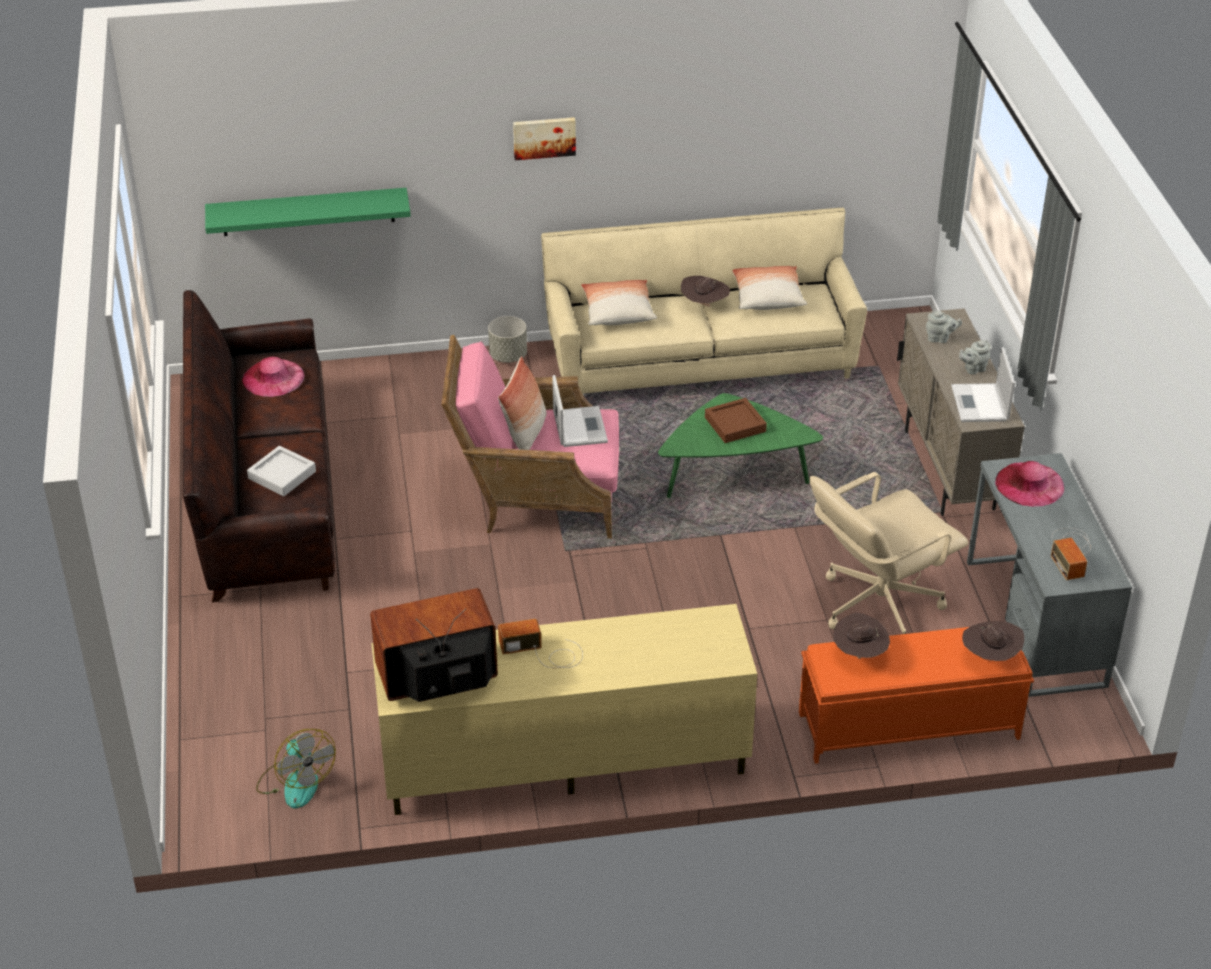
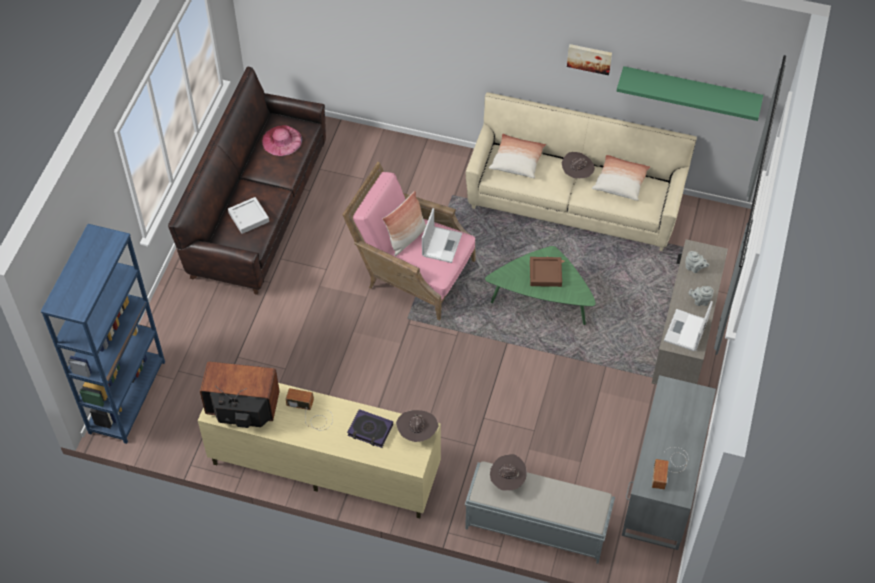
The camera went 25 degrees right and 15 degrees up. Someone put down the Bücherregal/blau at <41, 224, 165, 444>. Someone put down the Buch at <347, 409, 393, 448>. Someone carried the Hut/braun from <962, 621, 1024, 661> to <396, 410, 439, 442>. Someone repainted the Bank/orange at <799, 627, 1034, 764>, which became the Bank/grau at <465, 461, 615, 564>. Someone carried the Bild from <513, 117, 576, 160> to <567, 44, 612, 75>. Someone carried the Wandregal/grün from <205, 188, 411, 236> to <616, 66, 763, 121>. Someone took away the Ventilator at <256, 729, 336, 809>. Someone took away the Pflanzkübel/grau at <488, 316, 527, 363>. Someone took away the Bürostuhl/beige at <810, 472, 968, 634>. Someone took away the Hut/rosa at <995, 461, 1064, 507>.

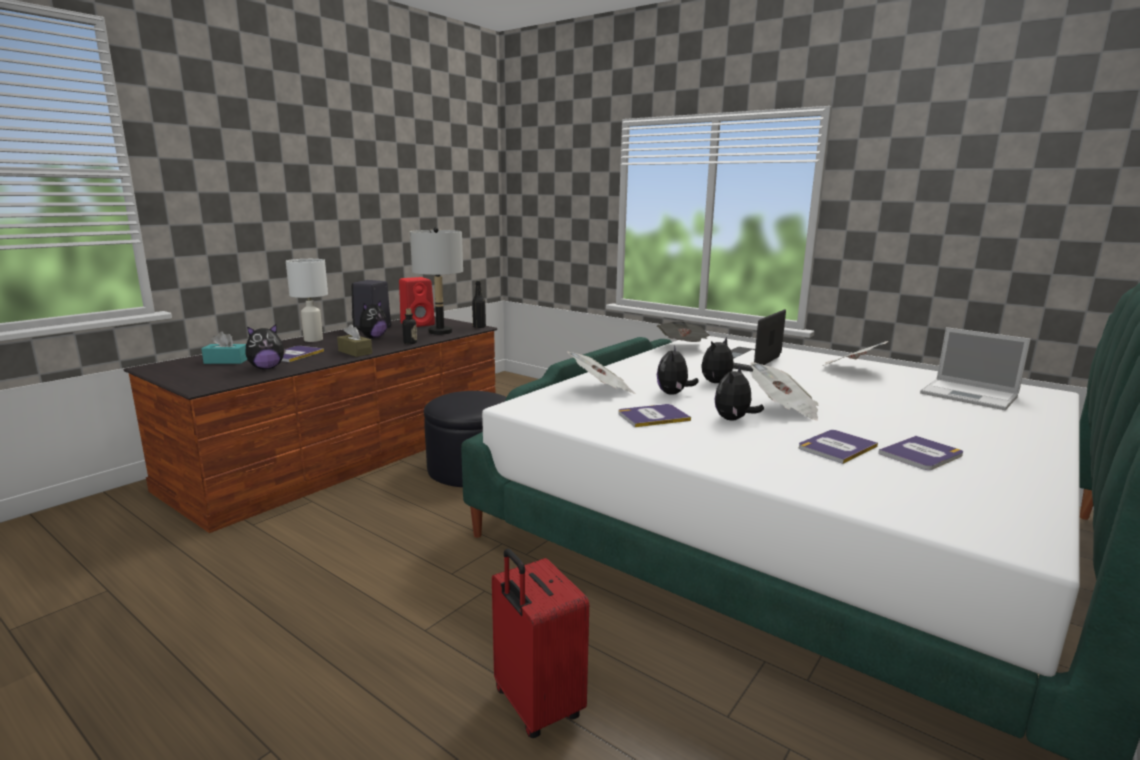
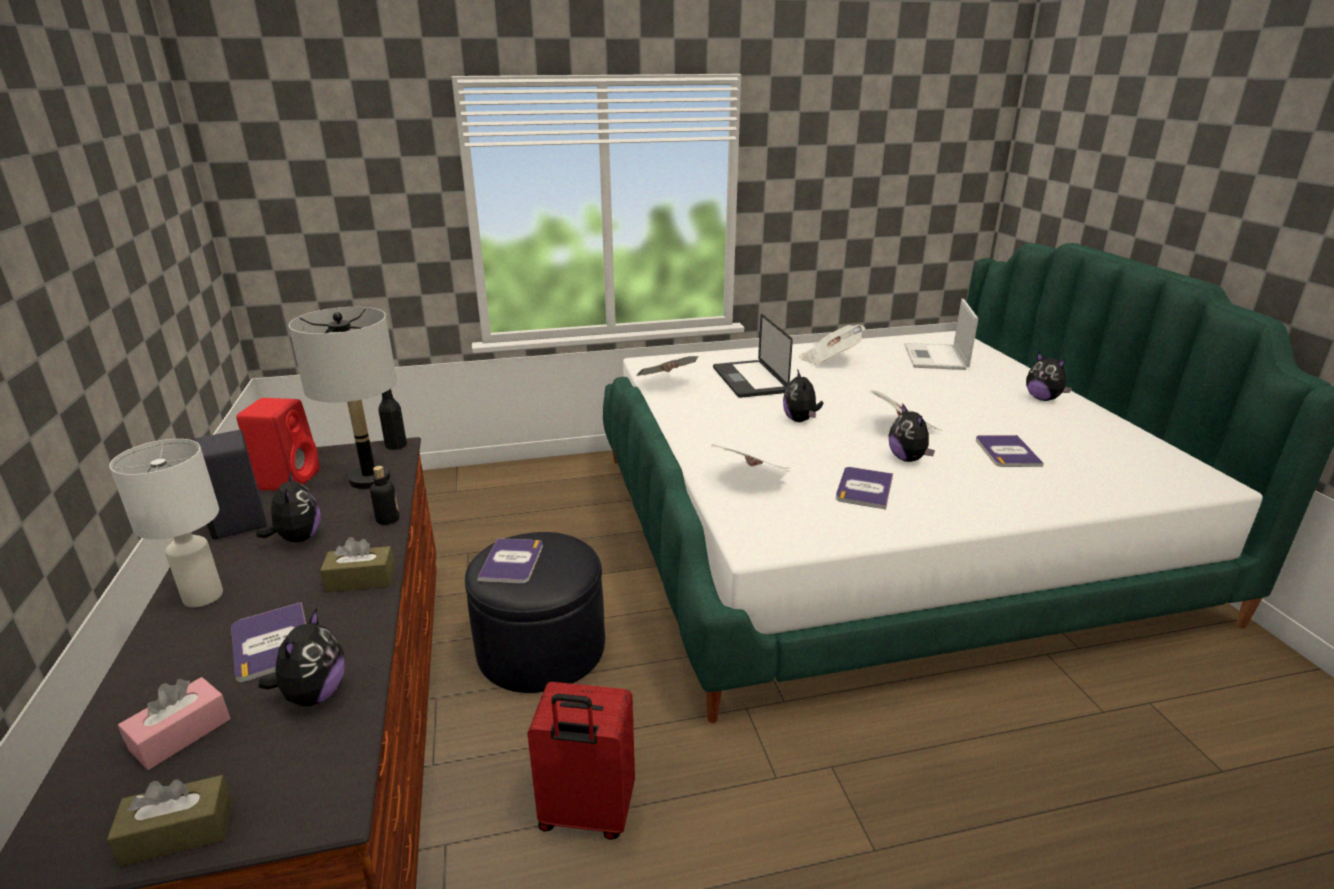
The camera went 50 degrees left and 10 degrees up. Someone put down the Taschentuchbox/braun at <107, 775, 233, 867>. Someone repainted the Taschentuchbox/türkis at <202, 331, 247, 364>, which became the Taschentuchbox/rosa at <118, 677, 231, 770>. Someone carried the Buch from <878, 436, 963, 470> to <477, 538, 543, 584>. Someone carried the Koffer/rot from <492, 548, 589, 738> to <527, 682, 635, 840>. Someone rotated the Laptop at <920, 327, 1031, 410> by 105 degrees clockwise. Someone carried the Plüschtier from <657, 345, 699, 395> to <1026, 352, 1072, 401>.

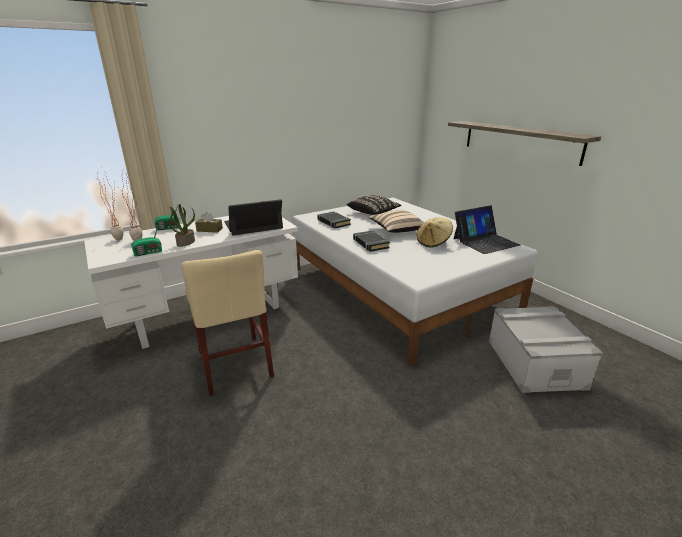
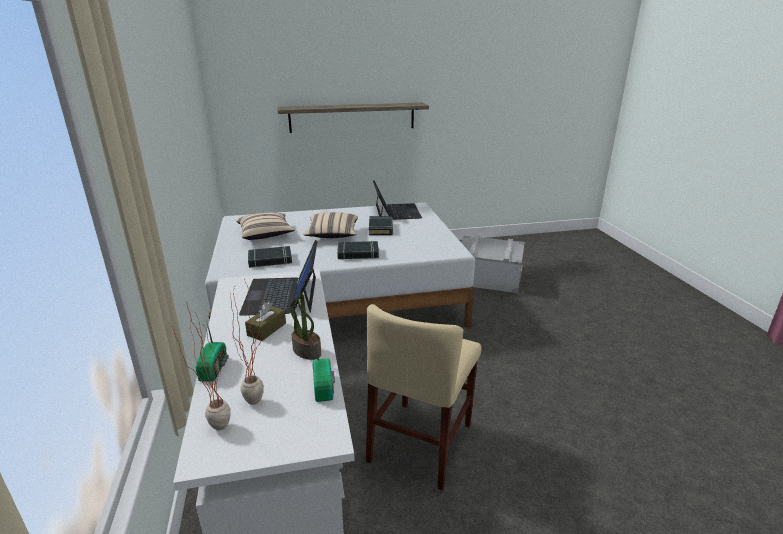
The camera went 70 degrees left and 0 degrees up. Someone repainted the Kissen/schwarz at <347, 195, 401, 215>, which became the Kissen/beige at <236, 212, 295, 240>. Someone rotated the Stuhl/beige at <181, 250, 274, 396> by 120 degrees clockwise. Someone swapped the Hut/beige at <417, 217, 453, 248> for the Buch/schwarz at <369, 216, 393, 235>.

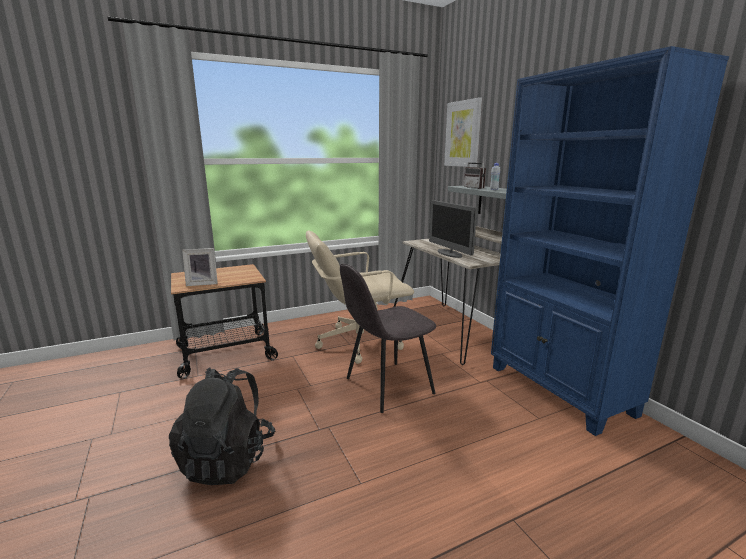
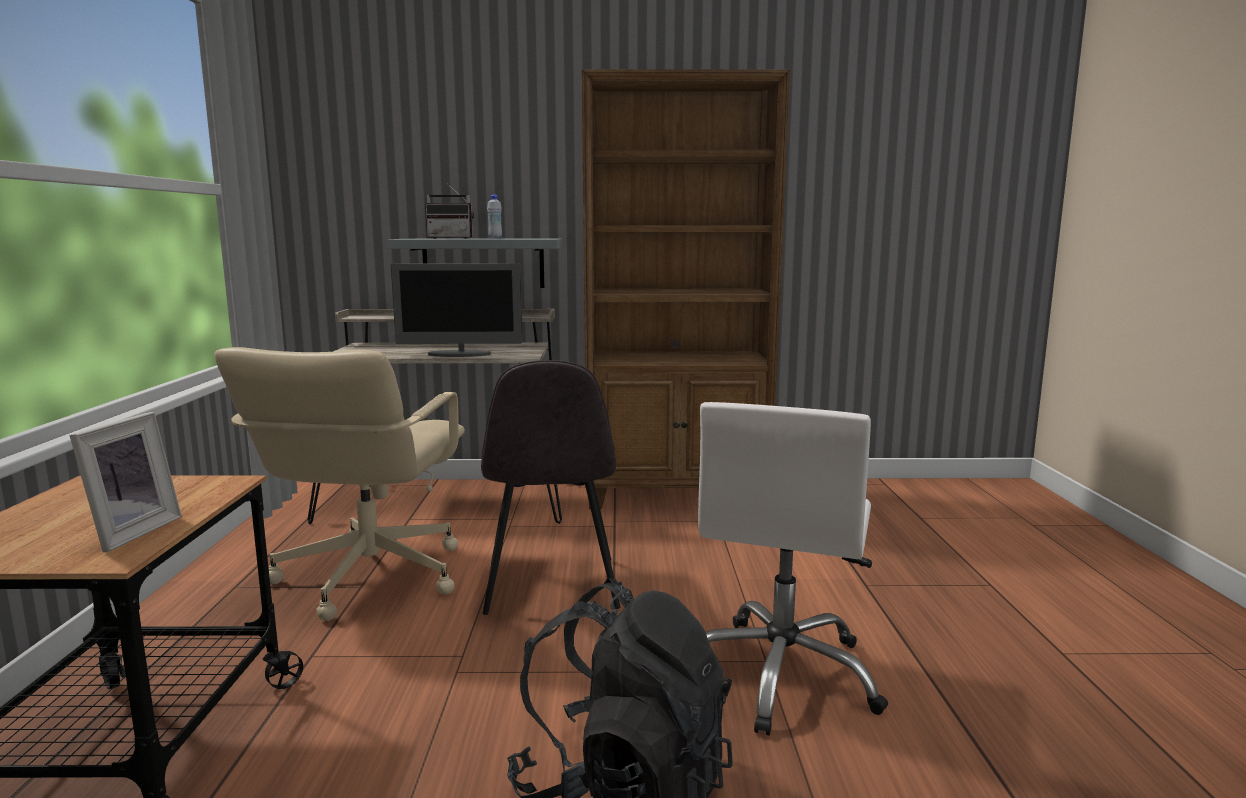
The camera went 65 degrees left and 5 degrees down. Someone repainted the Bücherregal/blau at <491, 46, 729, 436>, which became the Bücherregal/braun at <582, 69, 790, 509>. Someone put down the Bürostuhl/weiß at <698, 402, 888, 735>. Someone took away the Bild at <444, 97, 482, 167>.

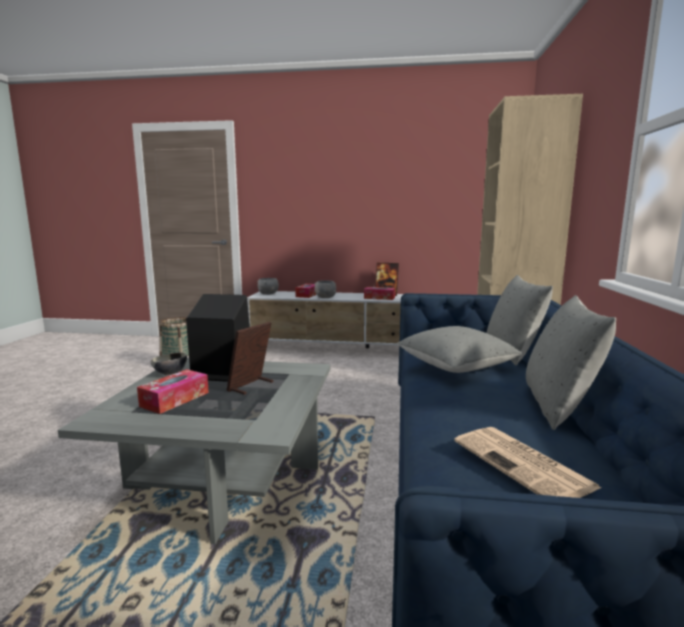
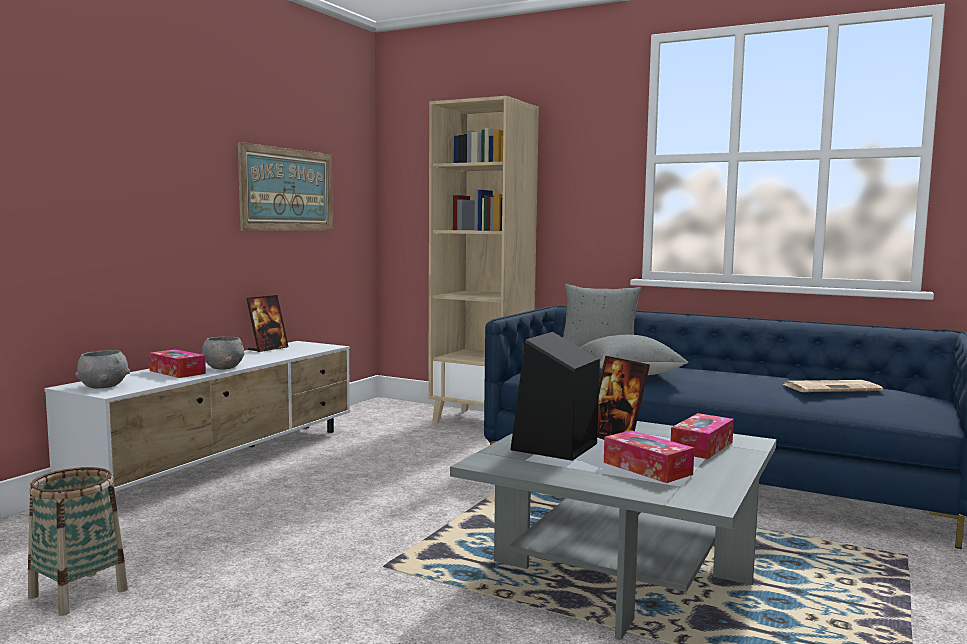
The camera went 70 degrees left and 5 degrees down. Someone put up the Bild at <238, 142, 333, 231>. Someone carried the Taschentuchbox from <364, 287, 395, 300> to <671, 413, 734, 459>. Someone took away the Schüssel at <150, 352, 187, 375>. Someone took away the Kissen/grau at <526, 295, 616, 430>.

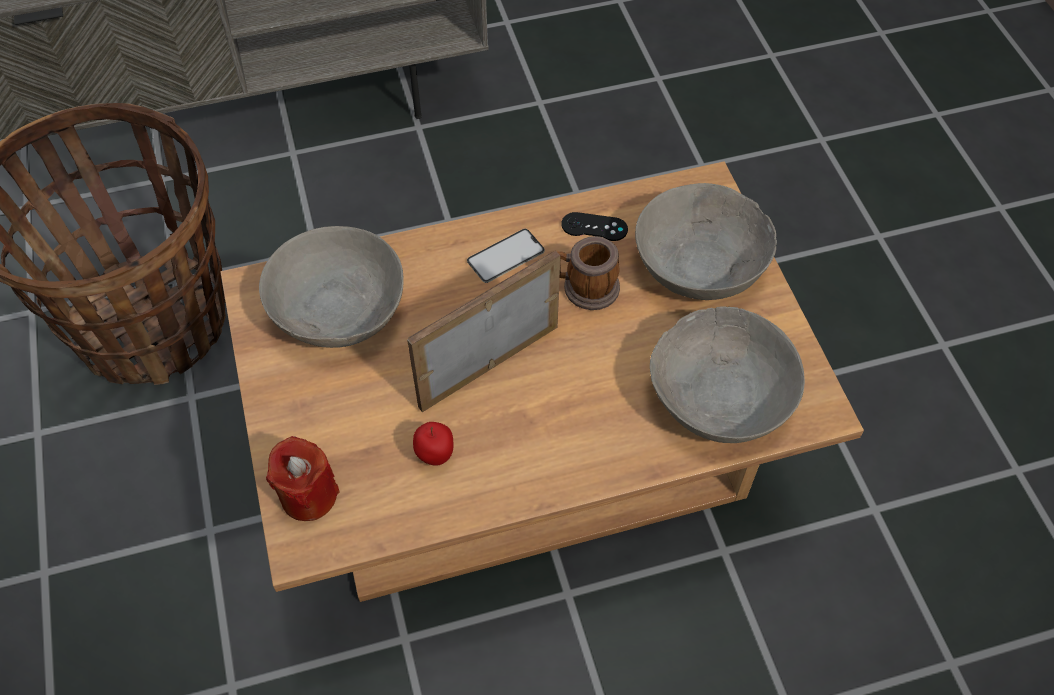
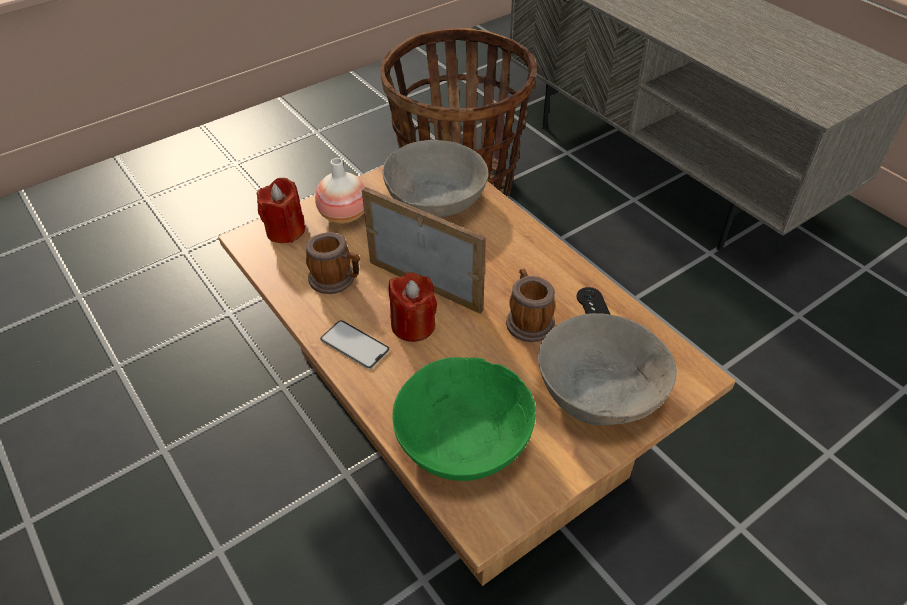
The camera went 70 degrees right and 10 degrees down. Someone swapped the Apfel at <413, 422, 453, 466> for the Henkelbecher at <306, 232, 360, 294>. Someone put down the Vase at <315, 158, 365, 224>. Someone carried the Handy from <467, 229, 545, 283> to <320, 320, 390, 369>. Someone put down the Kerze/rot at <389, 272, 437, 342>. Someone repainted the Schüssel/grau at <650, 306, 805, 443>, which became the Schüssel/grün at <392, 357, 536, 481>.

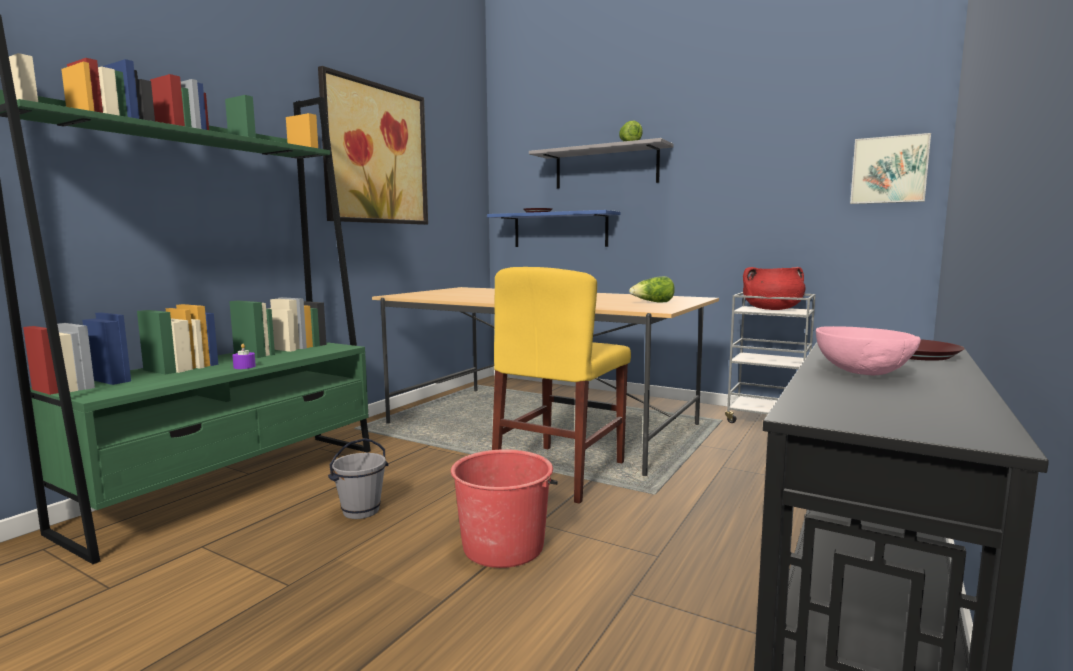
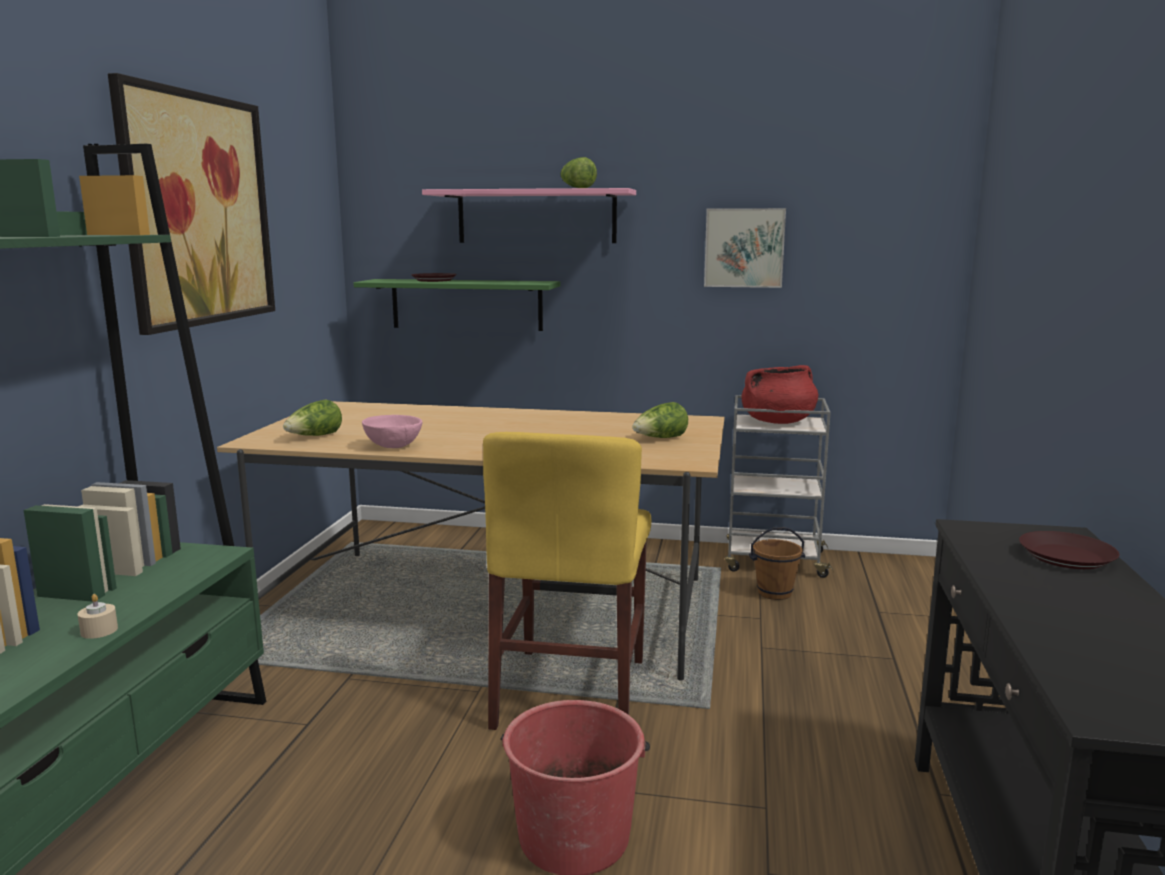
The camera went 20 degrees left and 5 degrees up. Someone repainted the Kerze/lila at <232, 343, 256, 369>, which became the Kerze/beige at <77, 594, 118, 639>. Someone put down the Salatkopf at <283, 399, 342, 436>. Someone repainted the Wandregal/blau at <487, 210, 621, 247>, which became the Wandregal/grün at <354, 279, 561, 331>. Someone carried the Schüssel/rosa from <816, 326, 921, 375> to <362, 415, 423, 448>. Someone repainted the Wandregal/grau at <529, 138, 674, 189>, which became the Wandregal/rosa at <422, 188, 636, 243>. Someone carried the Bild from <850, 133, 931, 204> to <704, 208, 786, 288>. Someone put down the Eimer/braun at <749, 527, 806, 600>. Someone took away the Eimer/grau at <328, 438, 389, 519>.

